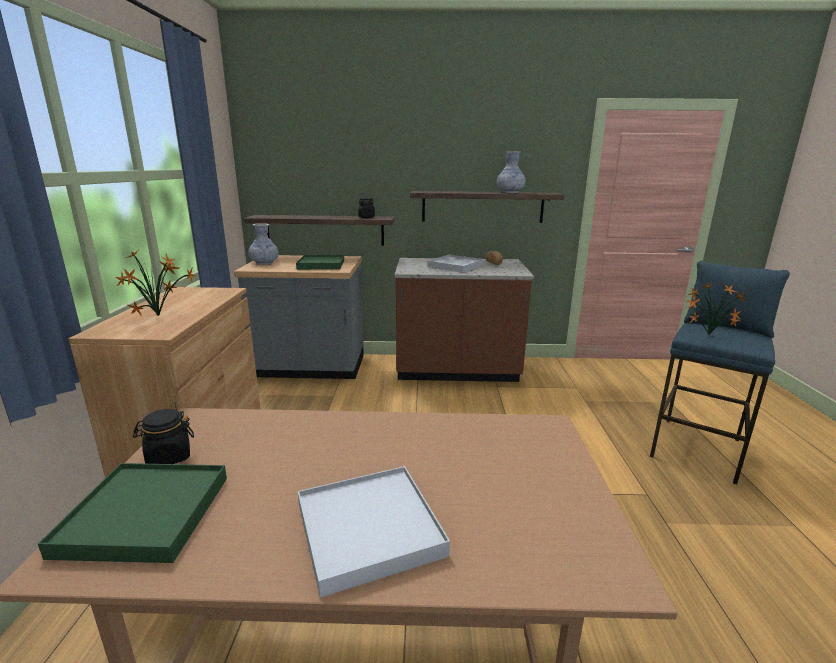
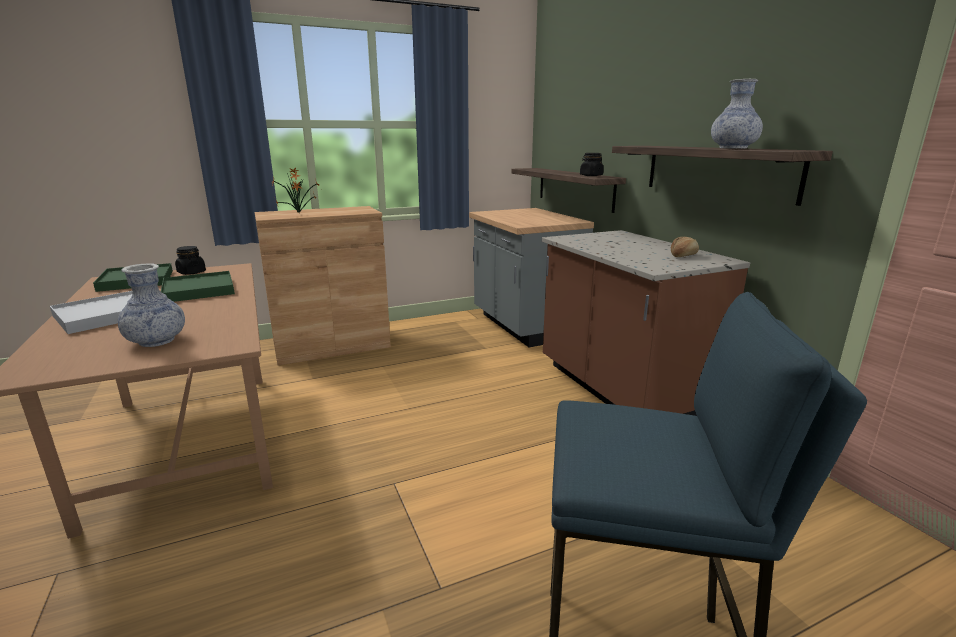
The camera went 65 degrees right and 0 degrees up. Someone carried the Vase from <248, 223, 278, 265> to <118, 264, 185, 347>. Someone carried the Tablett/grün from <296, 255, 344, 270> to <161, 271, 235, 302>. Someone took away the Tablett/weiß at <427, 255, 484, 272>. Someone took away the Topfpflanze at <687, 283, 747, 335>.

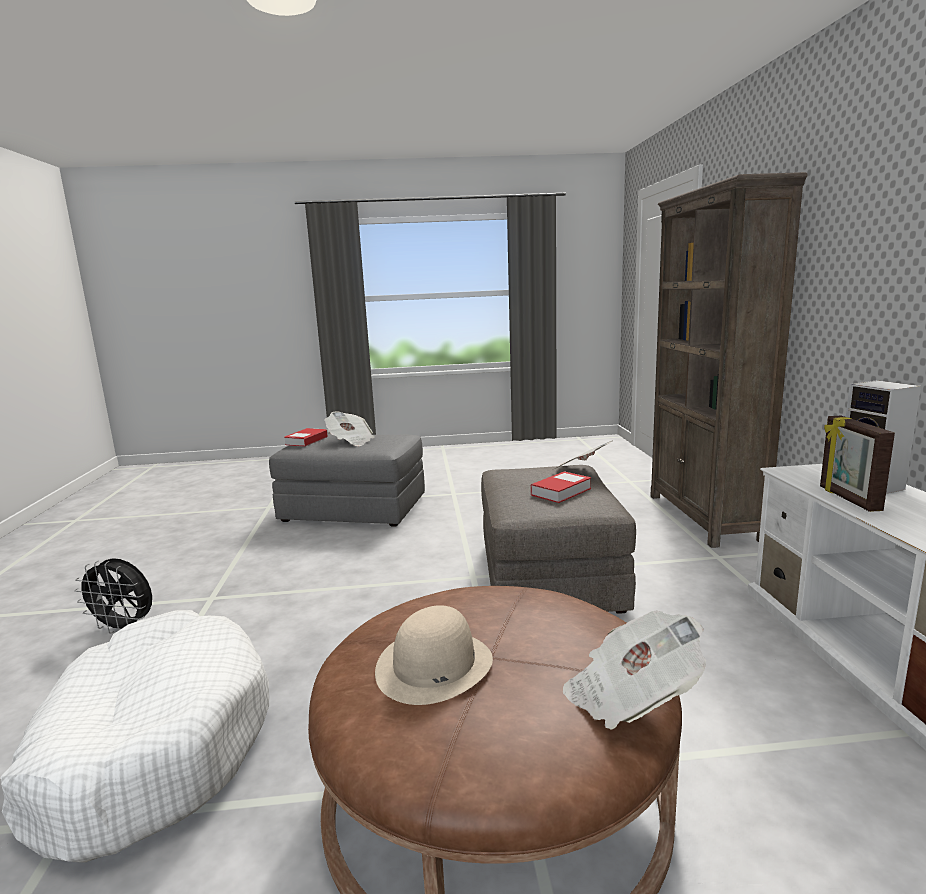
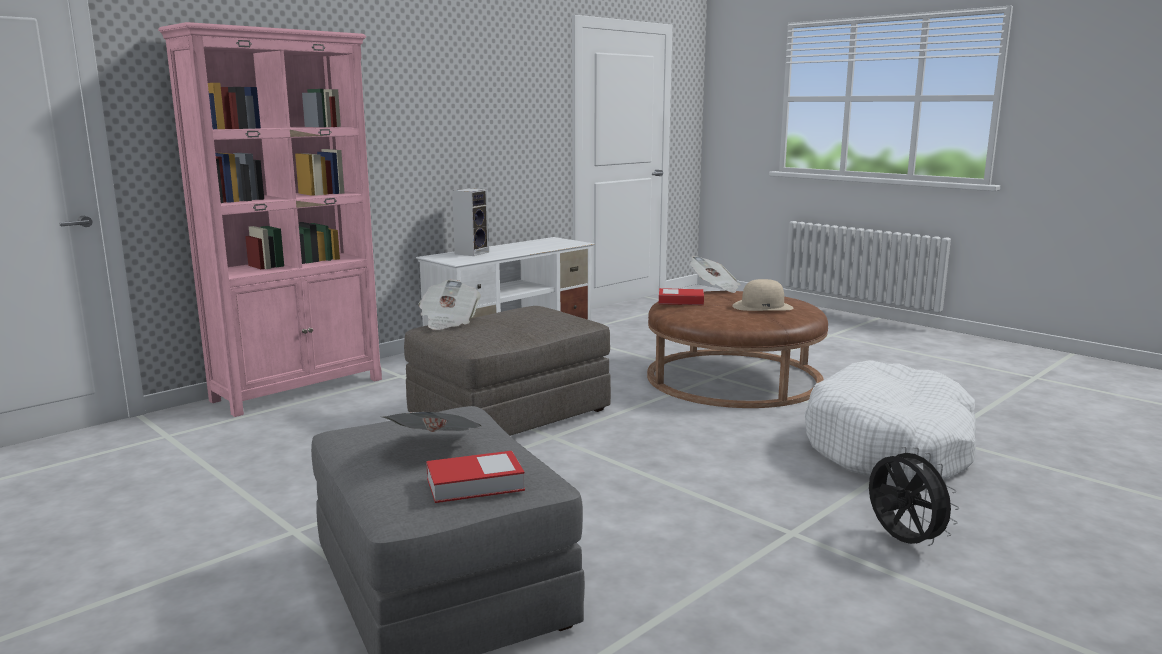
The camera went 130 degrees left and 0 degrees up. Someone repainted the Bücherregal/braun at <650, 172, 808, 548>, which became the Bücherregal/rosa at <158, 22, 382, 417>. Someone carried the Buch from <531, 471, 591, 503> to <659, 288, 704, 305>. Someone took away the Bilderrahmen at <820, 416, 895, 512>.

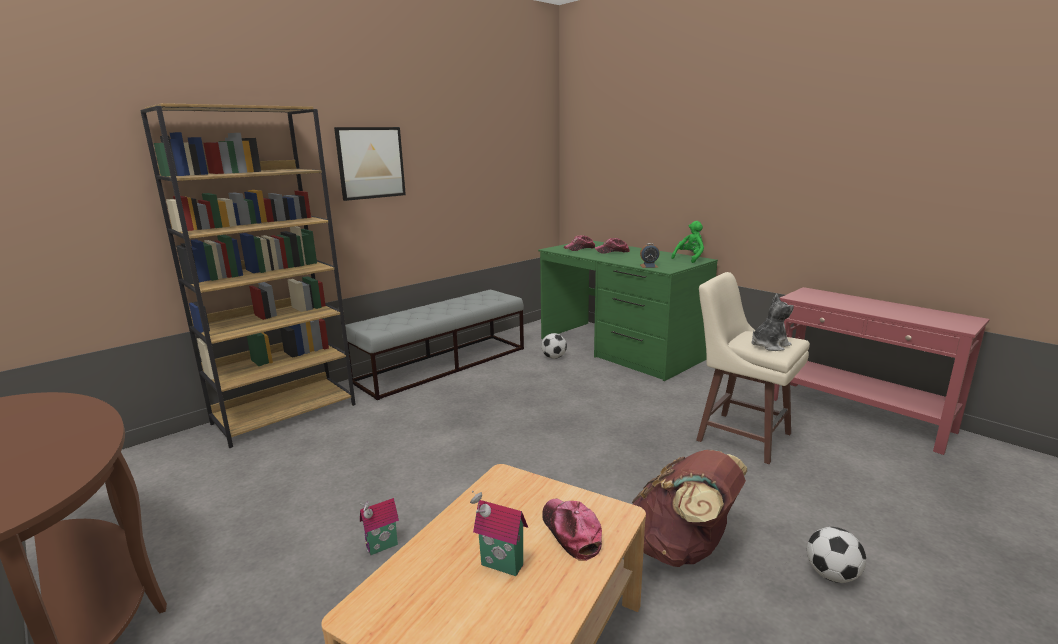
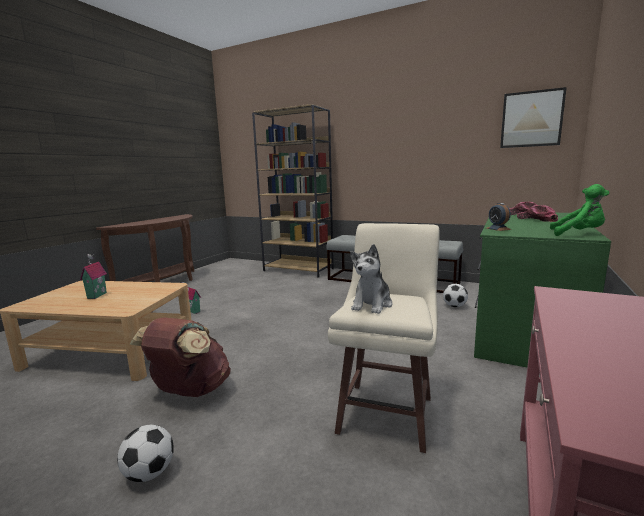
The camera went 70 degrees right and 5 degrees down. Someone rotated the Plüschtier at <752, 294, 794, 351> by 75 degrees clockwise. Someone carried the Bild from <334, 127, 406, 201> to <500, 87, 567, 148>. Someone took away the Kappe at <542, 499, 602, 561>.

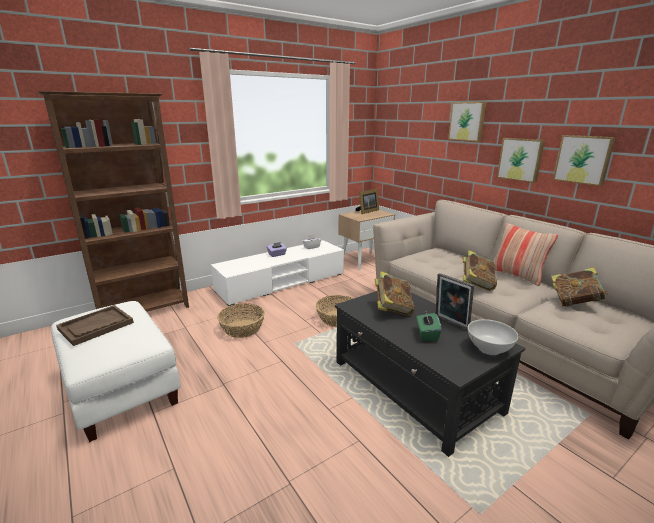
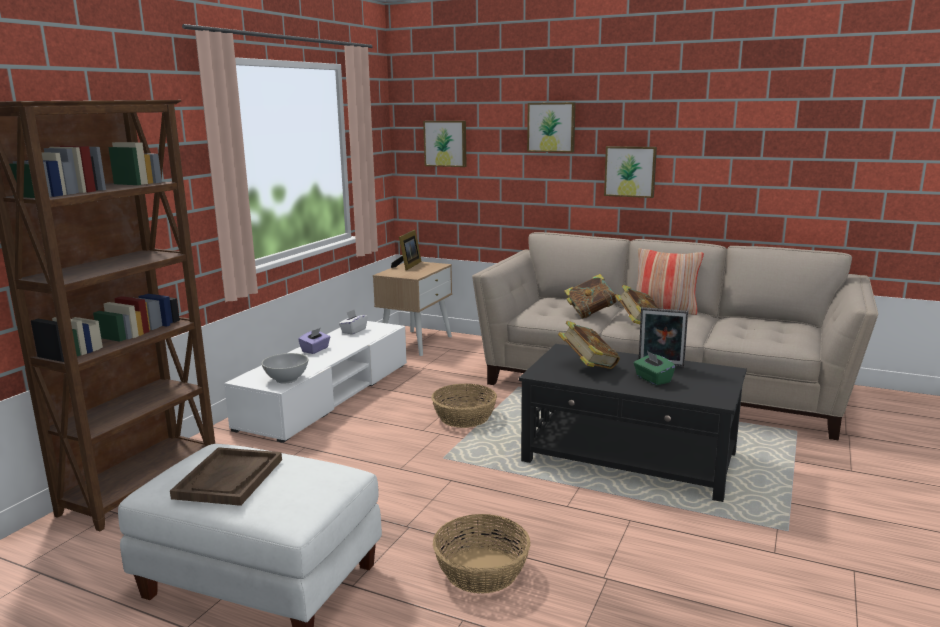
The camera went 30 degrees left and 5 degrees down. Someone carried the Schüssel/weiß from <468, 319, 519, 355> to <262, 353, 308, 383>. Someone carried the Bild from <553, 135, 615, 186> to <423, 121, 467, 167>. Someone carried the Korb from <217, 303, 265, 338> to <433, 514, 531, 594>. Someone carried the Buch from <551, 267, 609, 307> to <564, 274, 617, 319>.

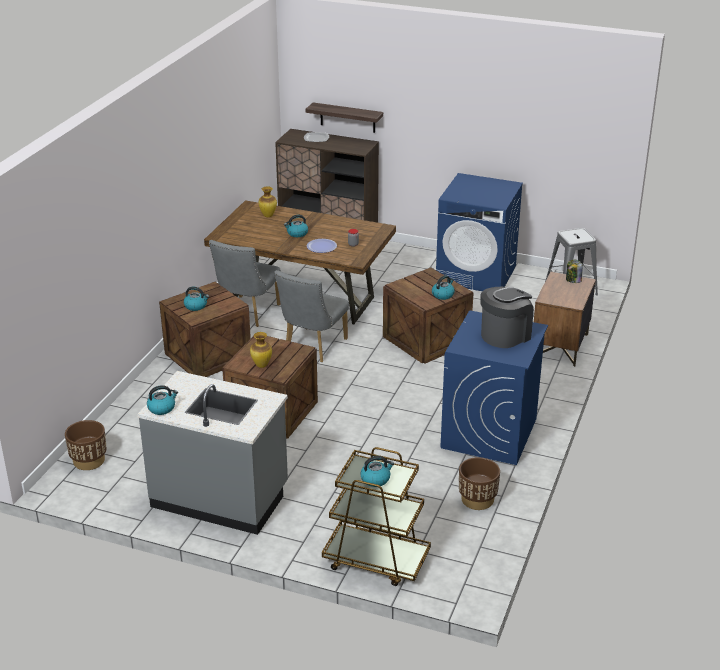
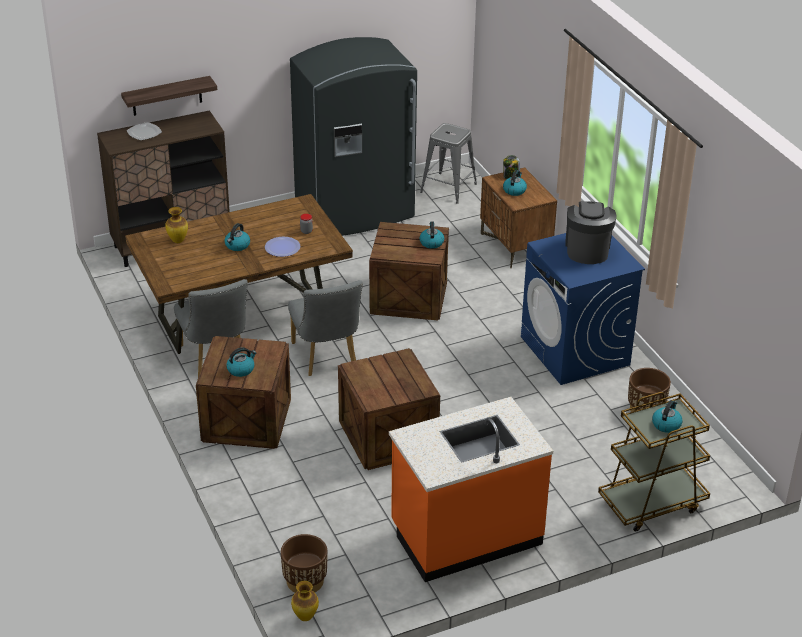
The camera went 45 degrees left and 5 degrees up. Someone swapped the Waschmaschine/blau at <436, 173, 523, 291> for the Kühlschrank/grau at <290, 37, 417, 236>. Someone carried the Vase from <250, 332, 272, 368> to <291, 581, 319, 621>. Someone repainted the Küchenzeile/grau at <137, 371, 288, 535>, which became the Küchenzeile/orange at <389, 397, 553, 582>. Someone carried the Wasserkessel from <147, 385, 178, 415> to <503, 170, 527, 196>.

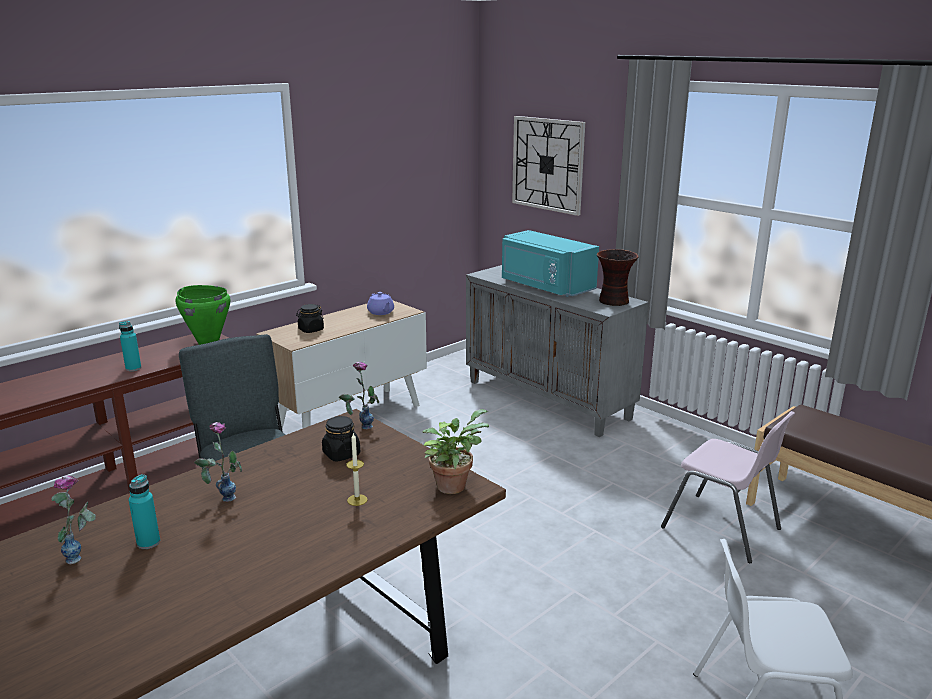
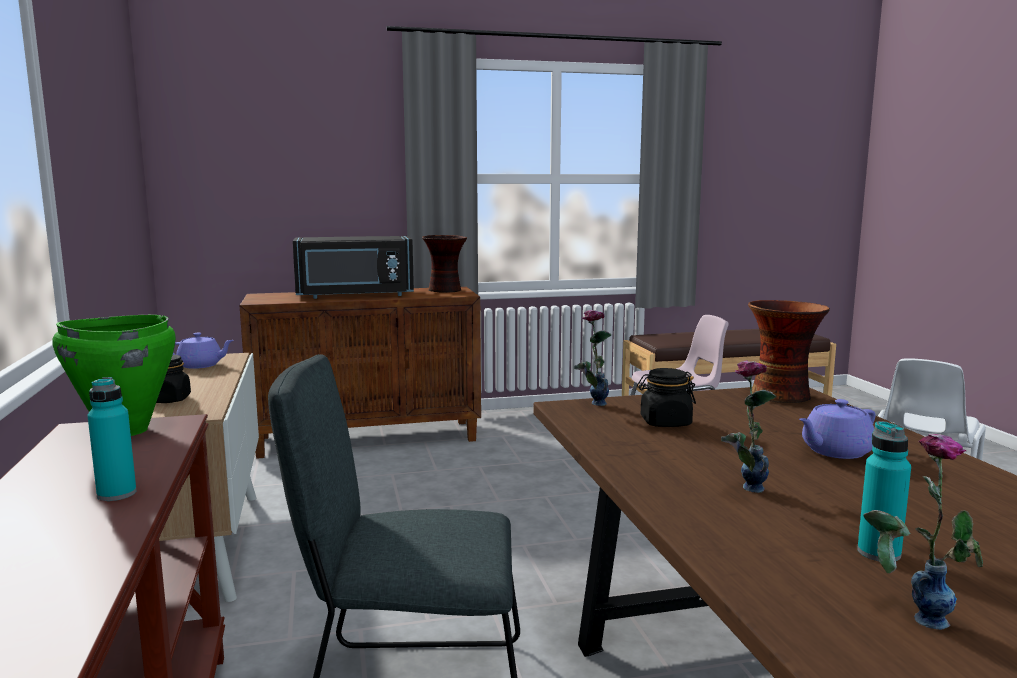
The camera went 60 degrees left and 10 degrees down. Someone repainted the Schrank/grau at <466, 265, 649, 437>, which became the Schrank/braun at <240, 287, 481, 459>. Someone repainted the Mikrowelle/türkis at <502, 230, 599, 297>, which became the Mikrowelle/schwarz at <293, 236, 414, 299>. Someone swapped the Topfpflanze at <423, 409, 489, 494> for the Vase at <748, 300, 830, 403>. Someone put down the Teekanne/lila at <799, 399, 876, 459>. Someone took away the Kerze at <346, 433, 368, 506>. Someone took away the Wanduhr at <512, 116, 585, 216>.

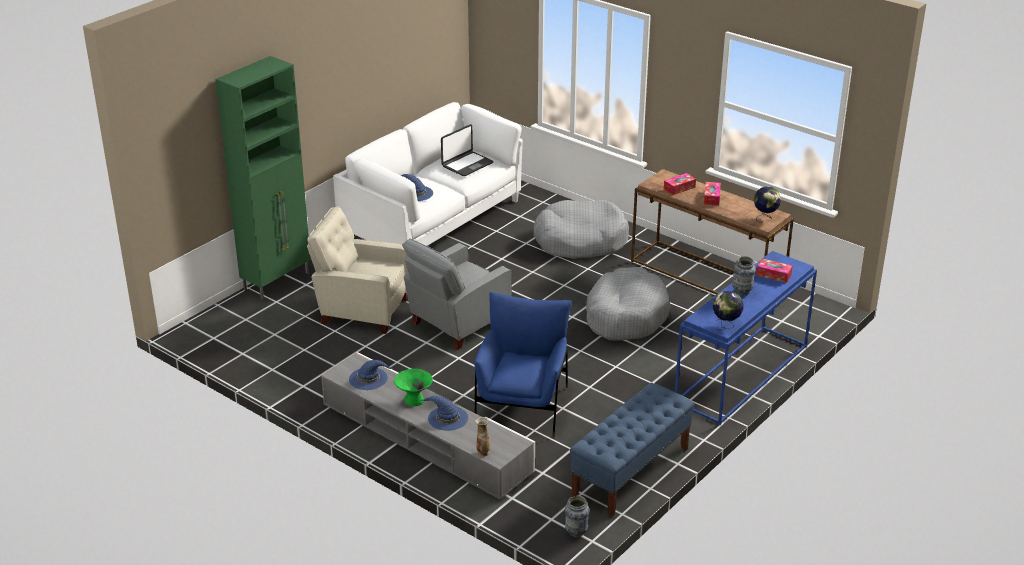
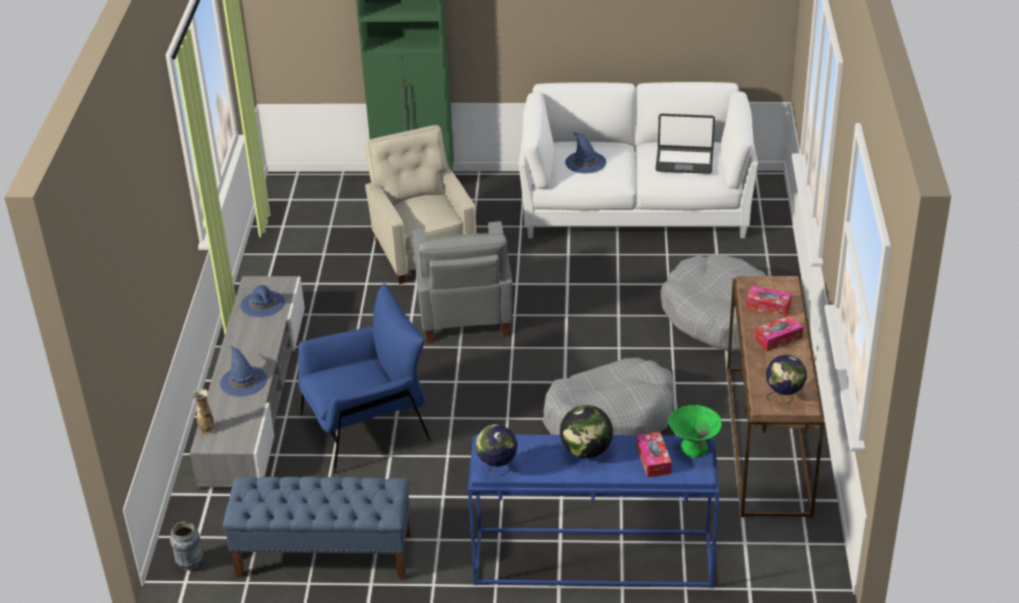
The camera went 55 degrees right and 5 degrees up. Someone rotated the Sessel/grau at <402, 238, 512, 351> by 105 degrees counterclockwise. Someone swapped the Vase at <732, 256, 756, 295> for the Globus at <560, 405, 613, 458>. Someone carried the Schüssel/grün from <394, 369, 433, 406> to <669, 405, 722, 458>.

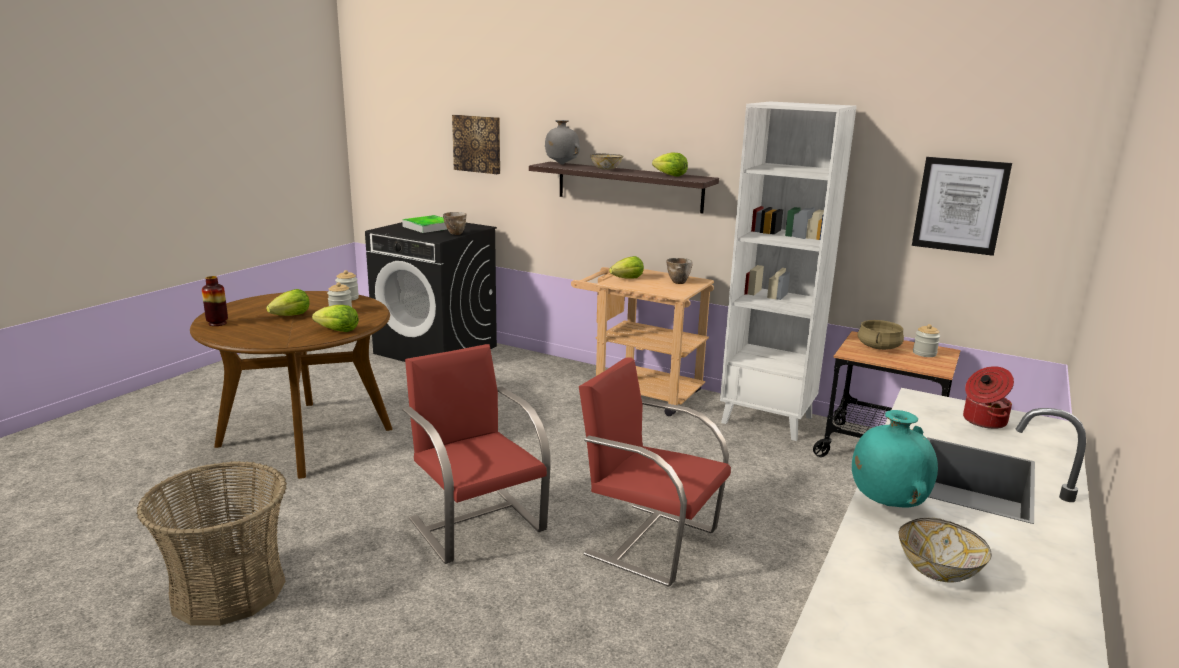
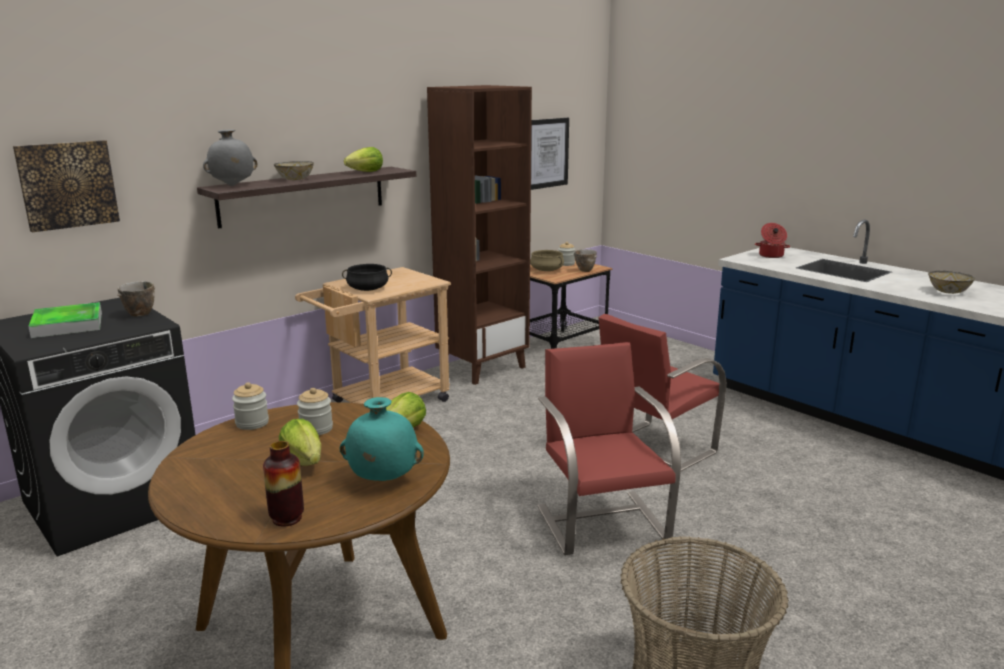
The camera went 70 degrees left and 0 degrees up. Someone carried the Vase/türkis from <852, 410, 938, 508> to <340, 397, 424, 481>. Someone swapped the Salatkopf at <609, 256, 644, 279> for the Kochtopf/schwarz at <342, 264, 392, 291>. Someone repainted the Bücherregal/weiß at <720, 102, 857, 441>, which became the Bücherregal/braun at <427, 85, 532, 385>. Someone rotated the Stuhl/rot at <402, 344, 551, 564> by 90 degrees clockwise. Someone carried the Schüssel from <666, 258, 693, 284> to <574, 249, 597, 272>.

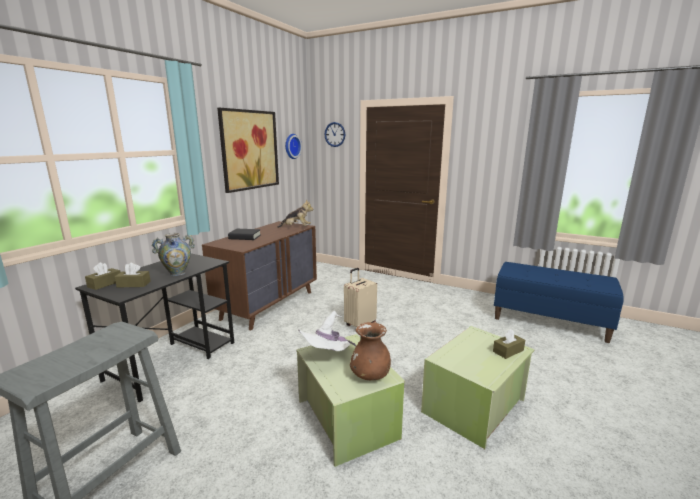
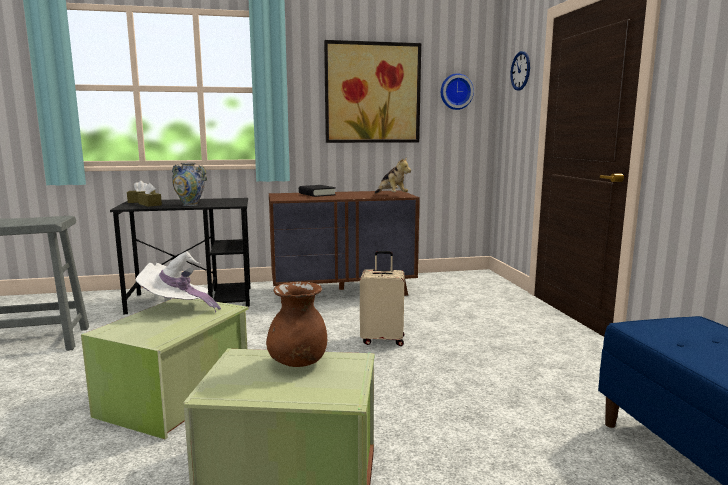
The camera went 50 degrees right and 5 degrees down. Someone carried the Vase/braun from <350, 322, 391, 380> to <266, 282, 327, 367>. Someone took away the Taschentuchbox/braun at <493, 329, 525, 359>.

